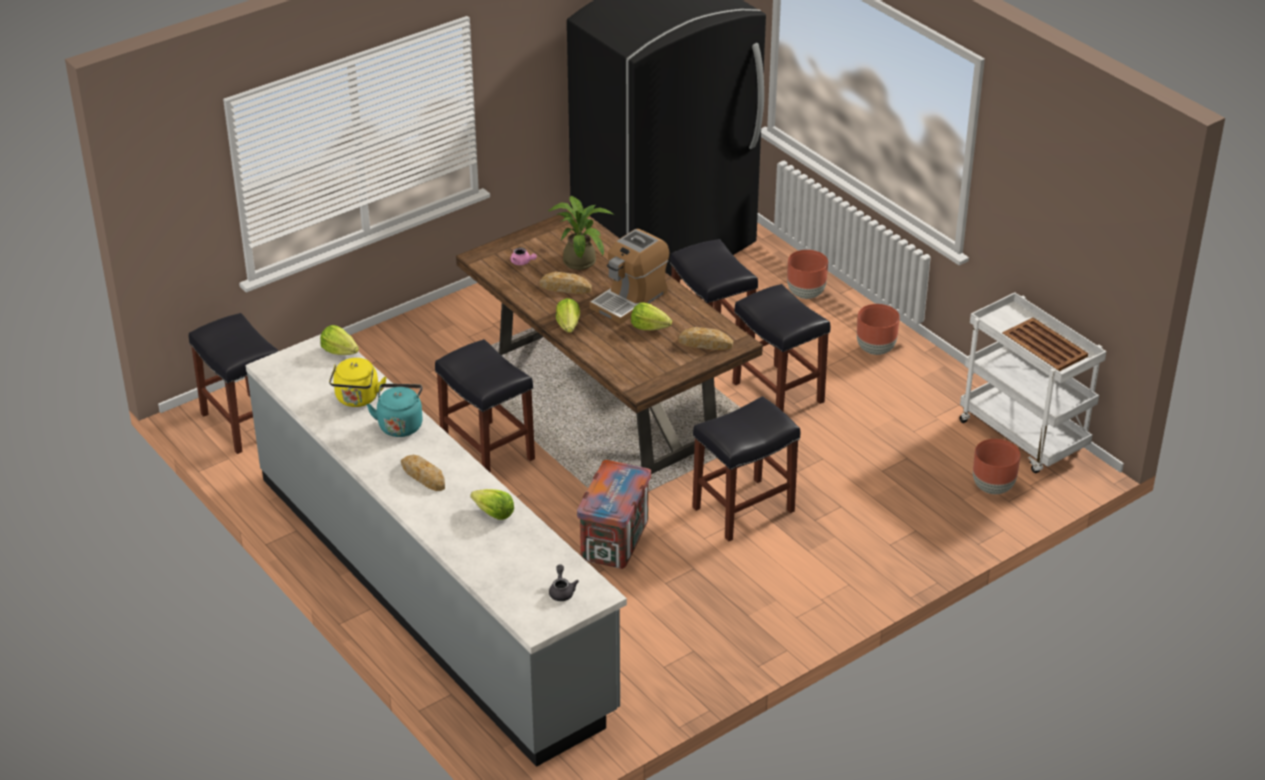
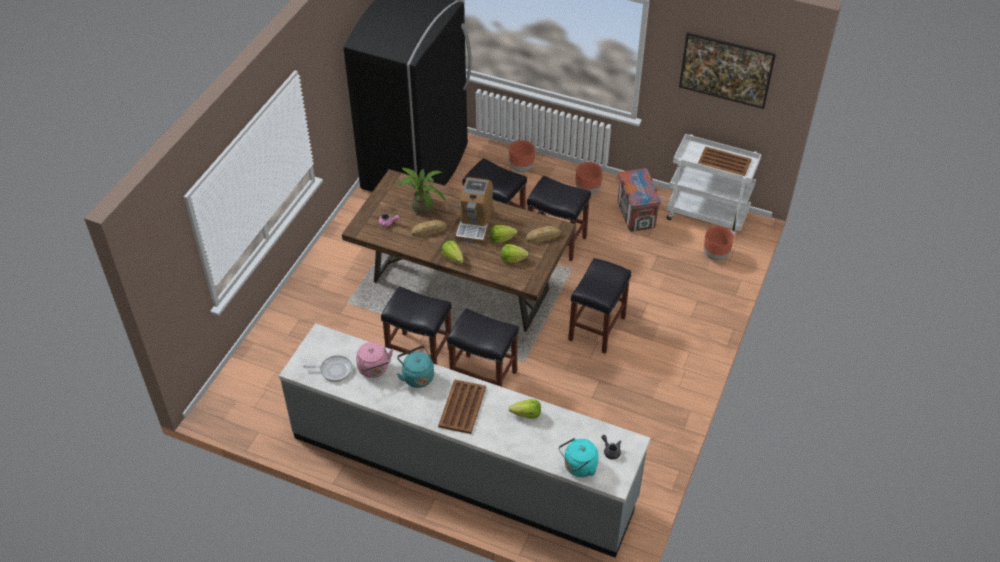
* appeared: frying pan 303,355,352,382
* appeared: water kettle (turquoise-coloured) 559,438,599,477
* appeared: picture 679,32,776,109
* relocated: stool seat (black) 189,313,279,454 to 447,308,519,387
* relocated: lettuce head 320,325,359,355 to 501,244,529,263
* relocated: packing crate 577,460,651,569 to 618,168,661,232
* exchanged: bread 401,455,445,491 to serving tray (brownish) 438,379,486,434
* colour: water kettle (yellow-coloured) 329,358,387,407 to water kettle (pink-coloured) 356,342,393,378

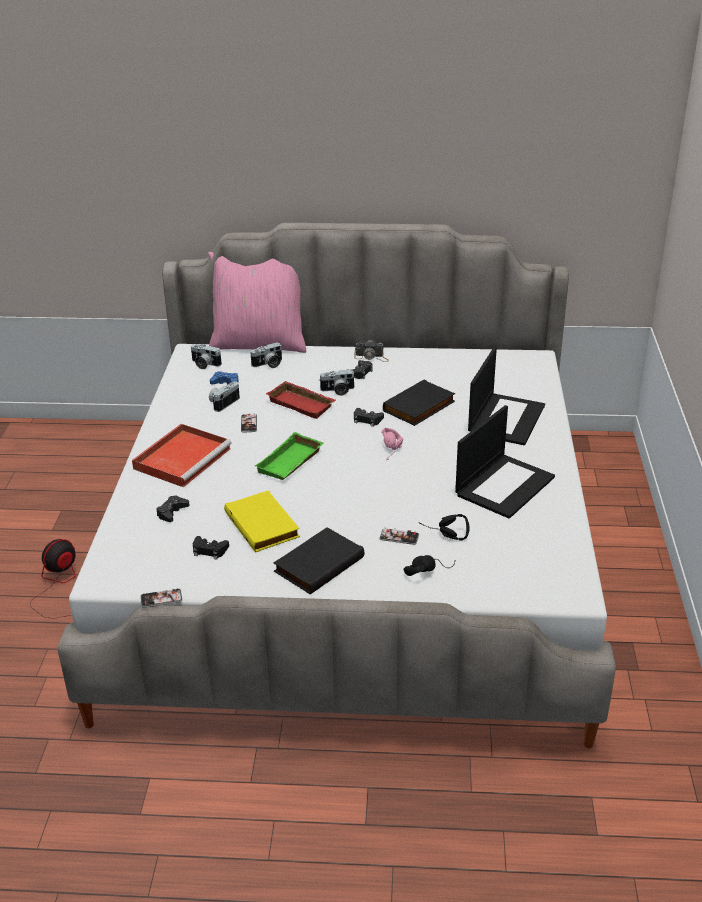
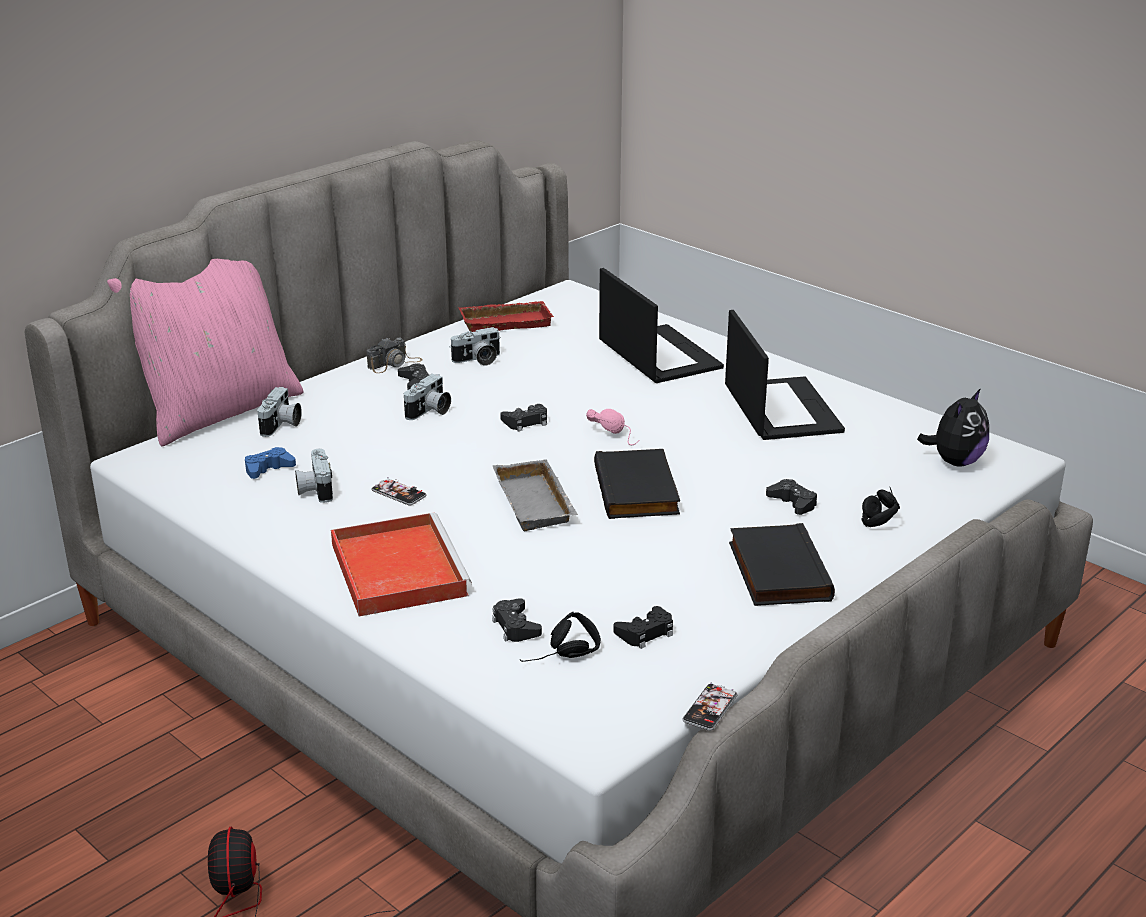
* missing: book (yellow-coloured) 224,490,300,553
* appeared: cuddly toy 917,388,989,467
* relocated: still camera 191,344,222,369 to 450,327,501,365
* relocated: serving tray (red) 266,381,336,419 to 458,301,553,332
* relocated: book (black) 383,380,455,426 to 594,449,680,519
* relocated: pair of headphones (black) 419,514,470,541 to 520,612,601,662
* exchanged: handset 379,527,419,545 to gamepad (black) 766,479,817,515
* colour: serving tray (green) 255,432,323,480 to serving tray (greyish) 493,459,578,531

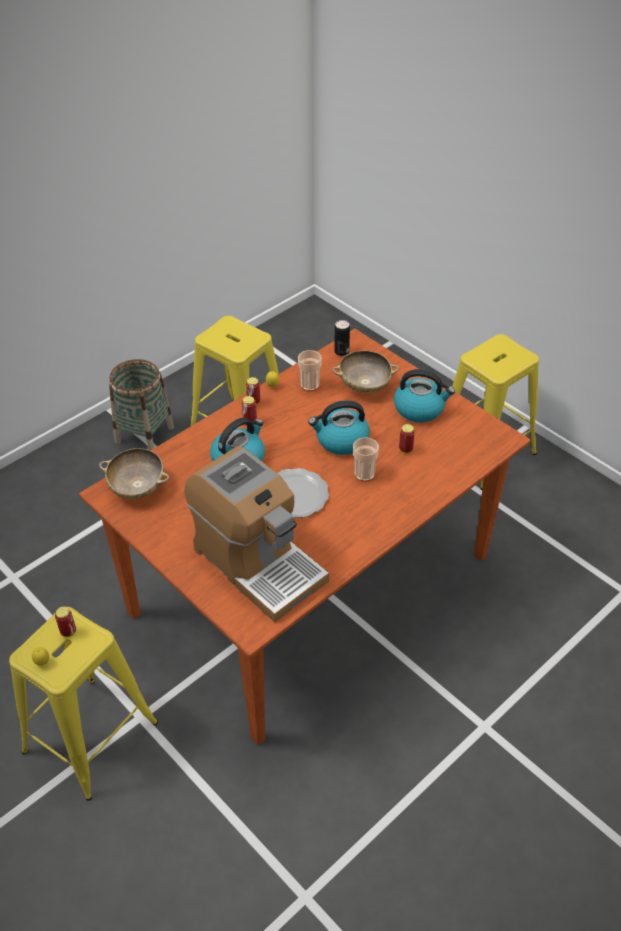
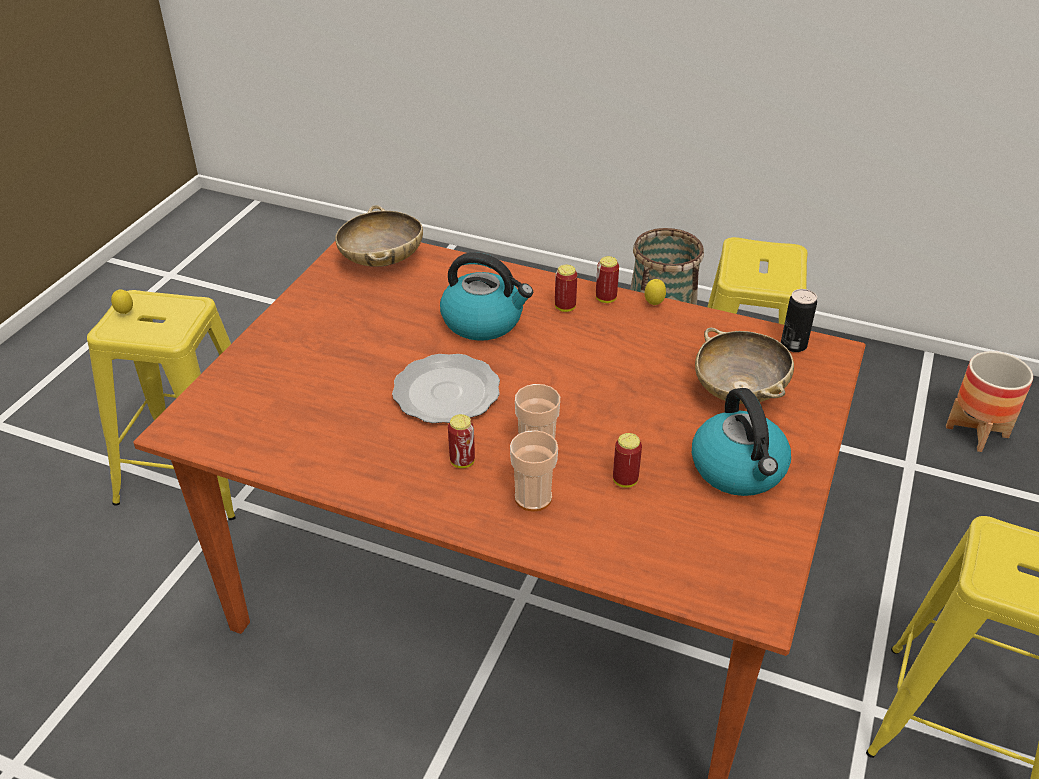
* missing: coffee maker 184,446,329,622
* missing: water kettle 308,400,370,455
* appeared: plant pot 946,351,1033,452
* relocated: metal can 55,607,76,637 to 448,414,475,468
* relocated: drinking cup 298,350,322,391 to 510,430,558,512

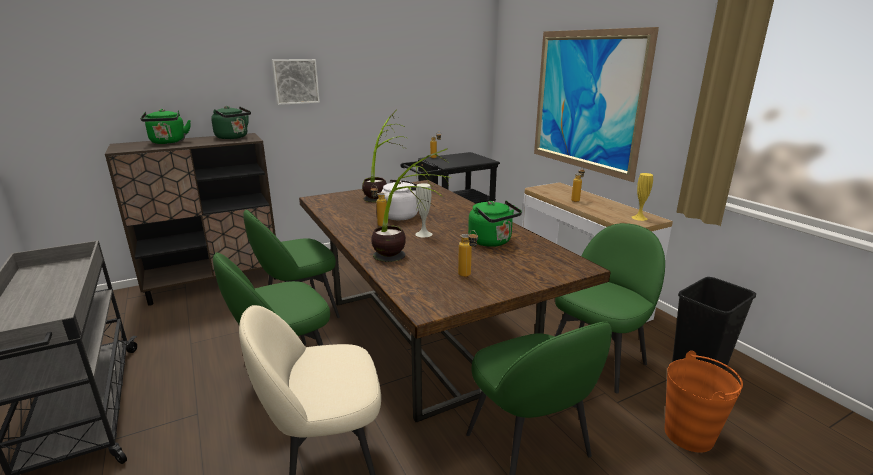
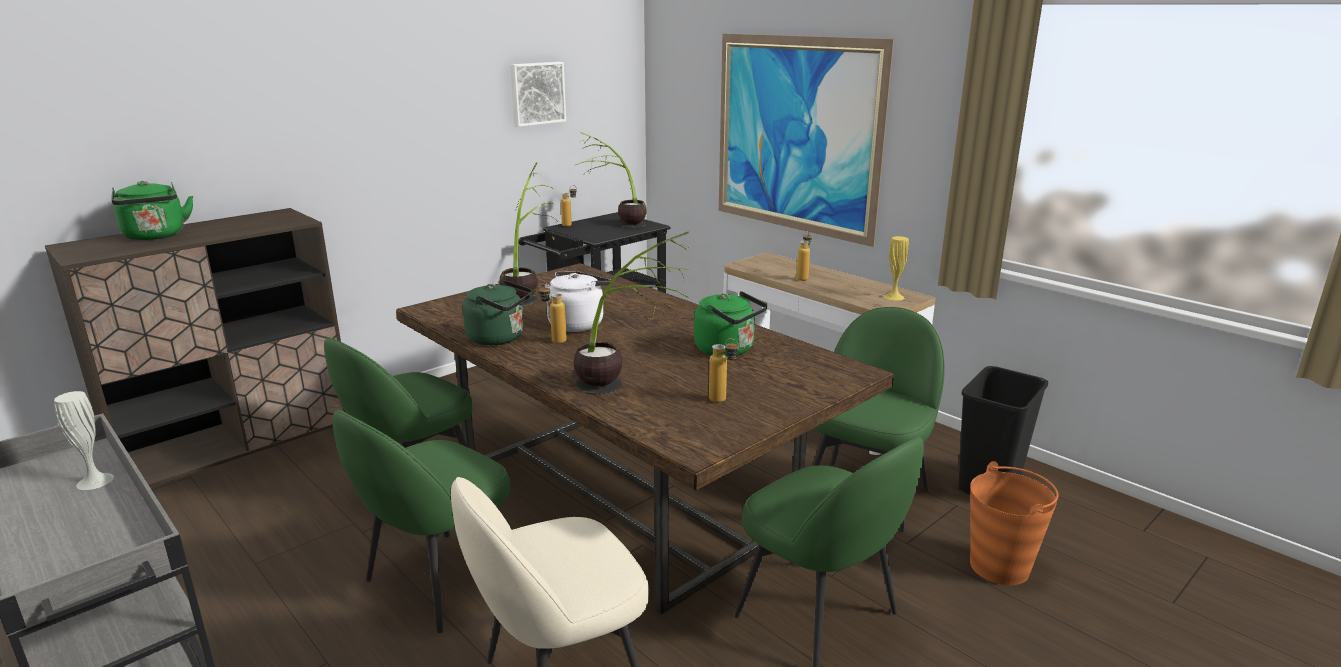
* appeared: plant in a pot 576,132,647,228
* relocated: water kettle (green) 211,106,251,139 to 463,280,533,345
* relocated: picture 272,59,320,105 to 510,62,566,127
* relocated: decorative vase (white) 415,183,432,237 to 54,391,114,490

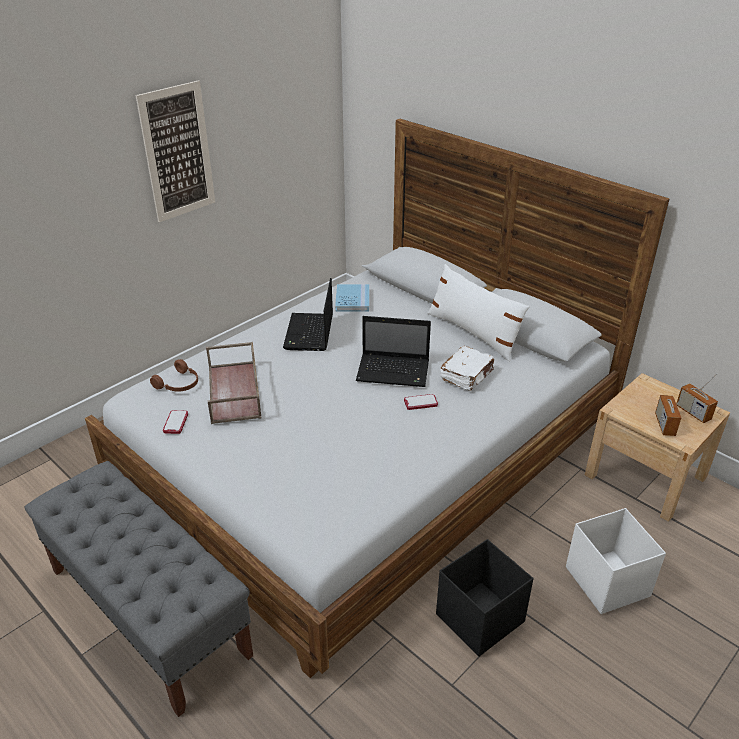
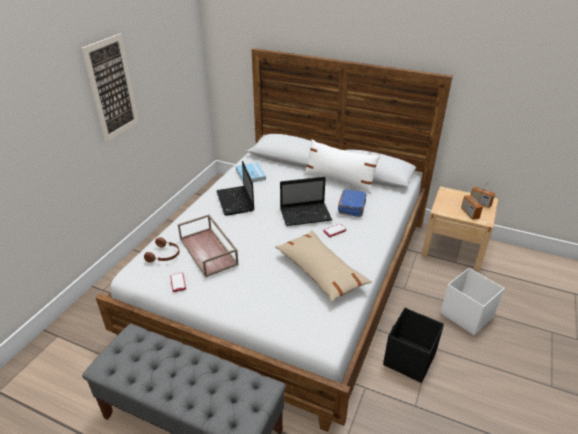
* appeared: throw pillow (beige) 275,231,372,302
* colour: book (white) 440,346,494,391 to book (bluish) 338,189,366,217

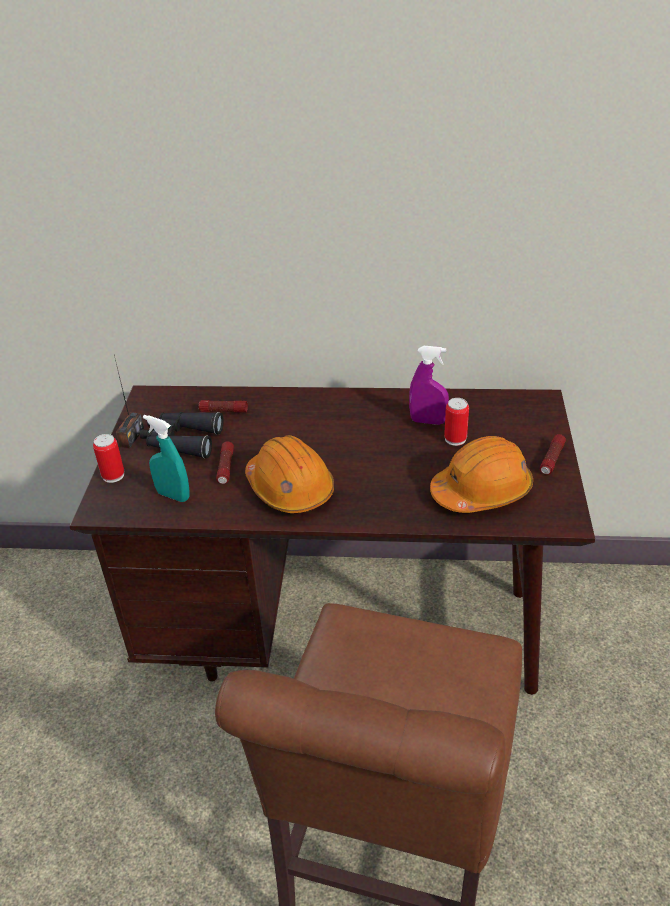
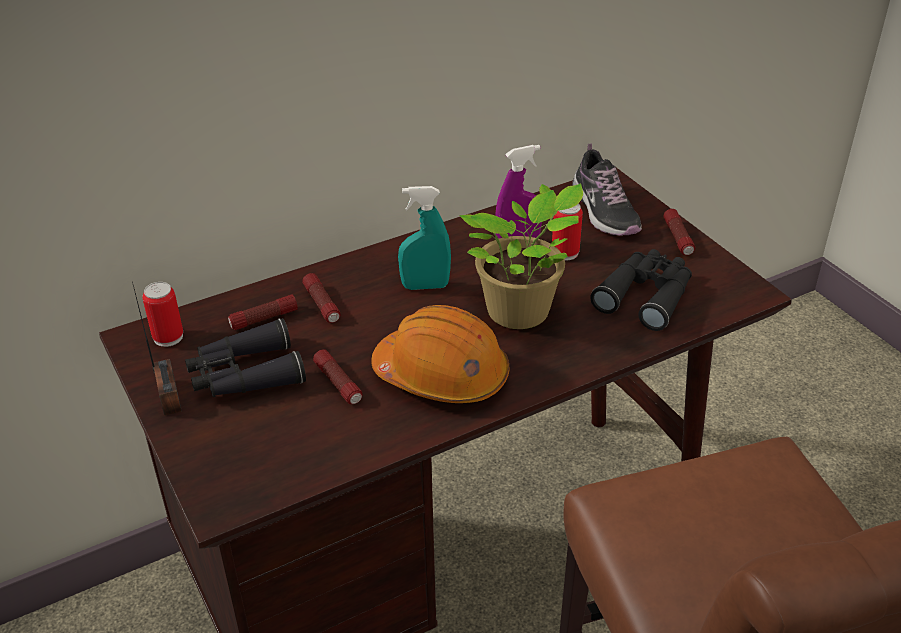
* appeared: flashlight 302,273,341,323
* appeared: plant in a pot 459,183,583,329
* appeared: item of footwear 572,143,642,236
* relocated: metal can 93,434,124,483 to 142,282,183,347
* relocated: hand sprayer (turquoise-coloured) 143,415,190,502 to 398,186,451,290
* exchanged: work helmet (orange-coloured) 430,436,533,513 to pair of binoculars (black) 590,249,692,331

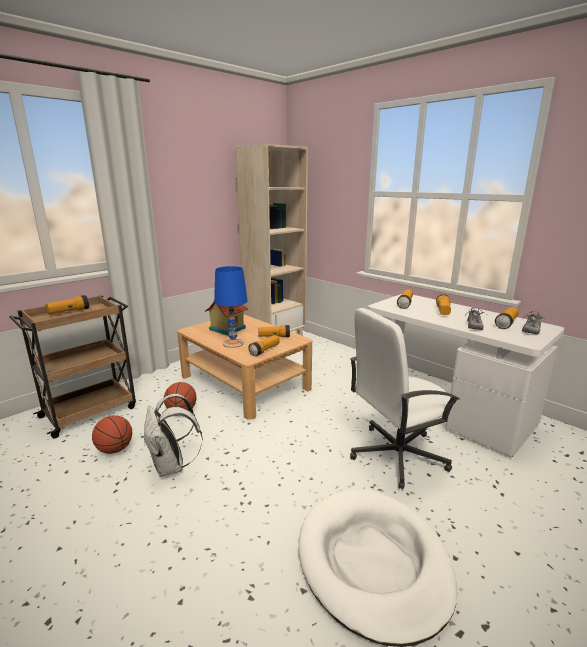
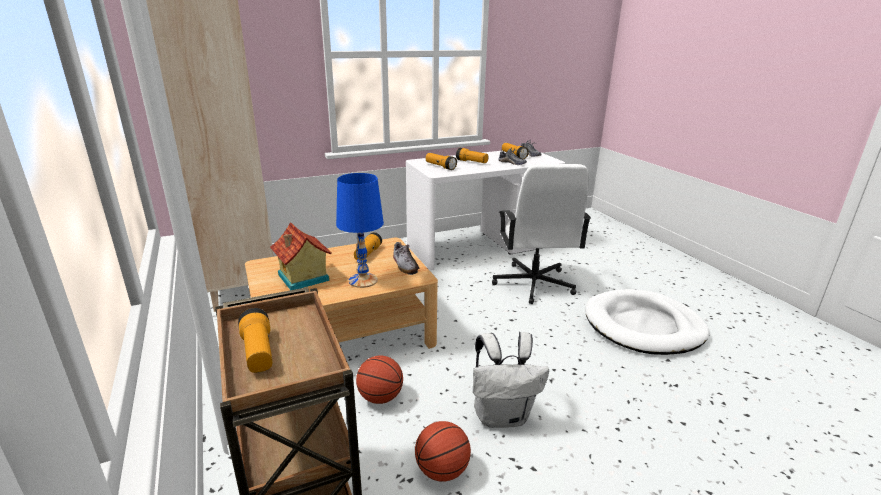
* exchanged: flashlight 249,335,280,356 to item of footwear 393,242,419,275

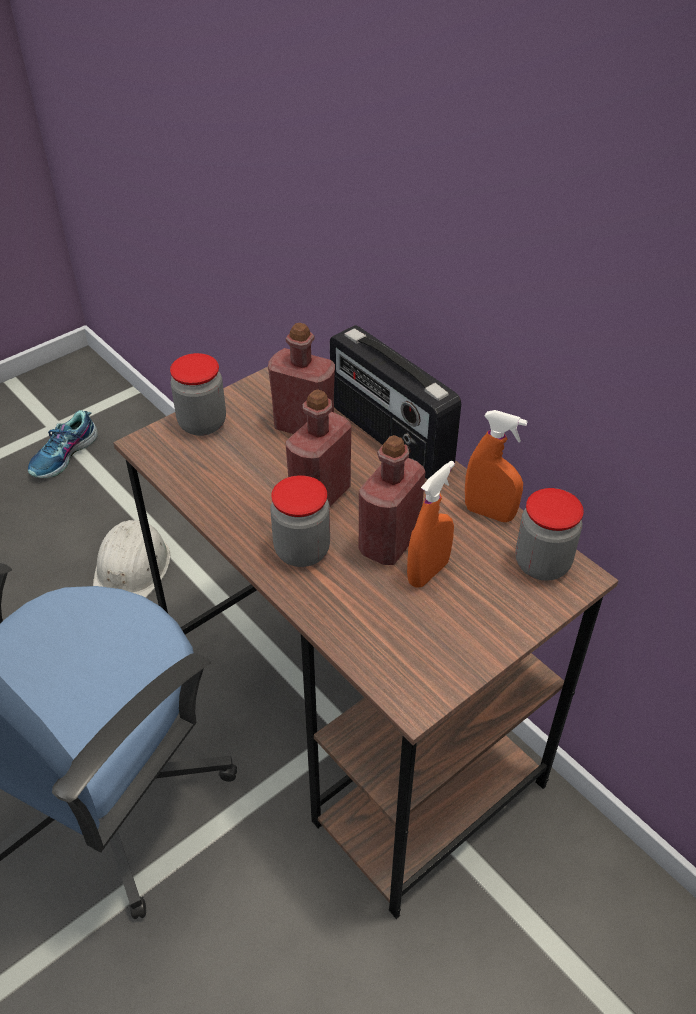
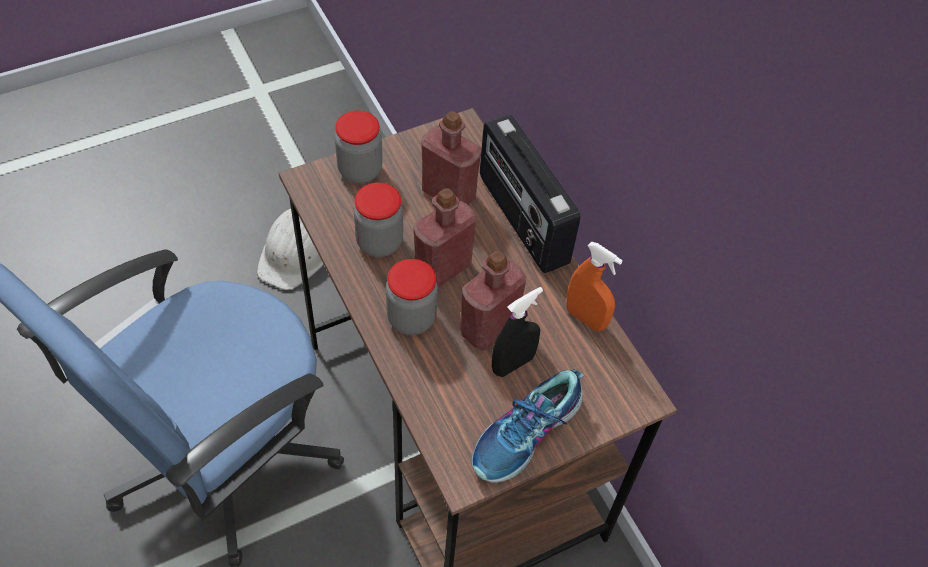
* relocated: item of footwear 28,410,98,478 to 472,370,584,483
* relocated: jar 515,488,584,581 to 354,182,403,257
* colour: hand sprayer (orange-coloured) 407,461,455,588 to hand sprayer (black) 492,287,543,377

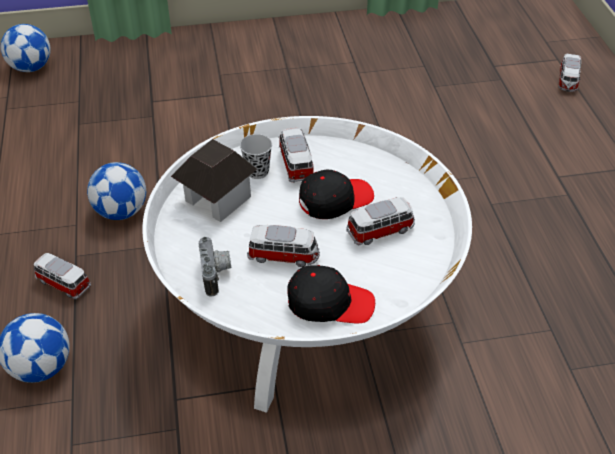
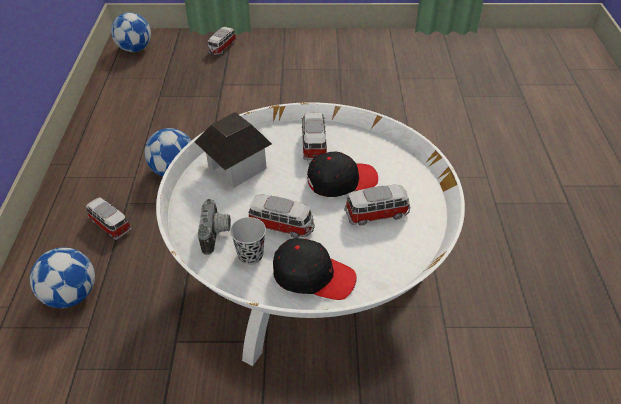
* relocated: drinking cup (black) 240,134,272,179 to 230,217,266,265
* relocated: toy car 558,54,581,92 to 207,27,237,55

